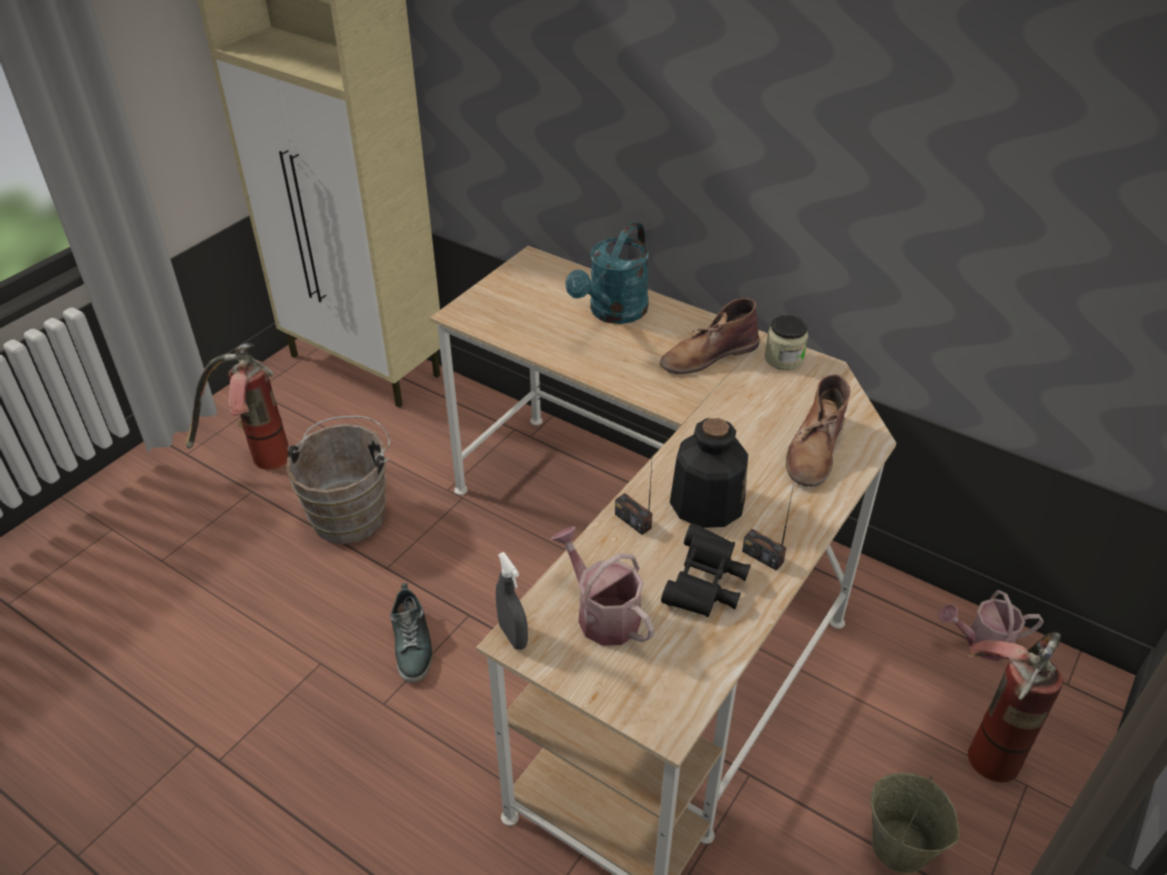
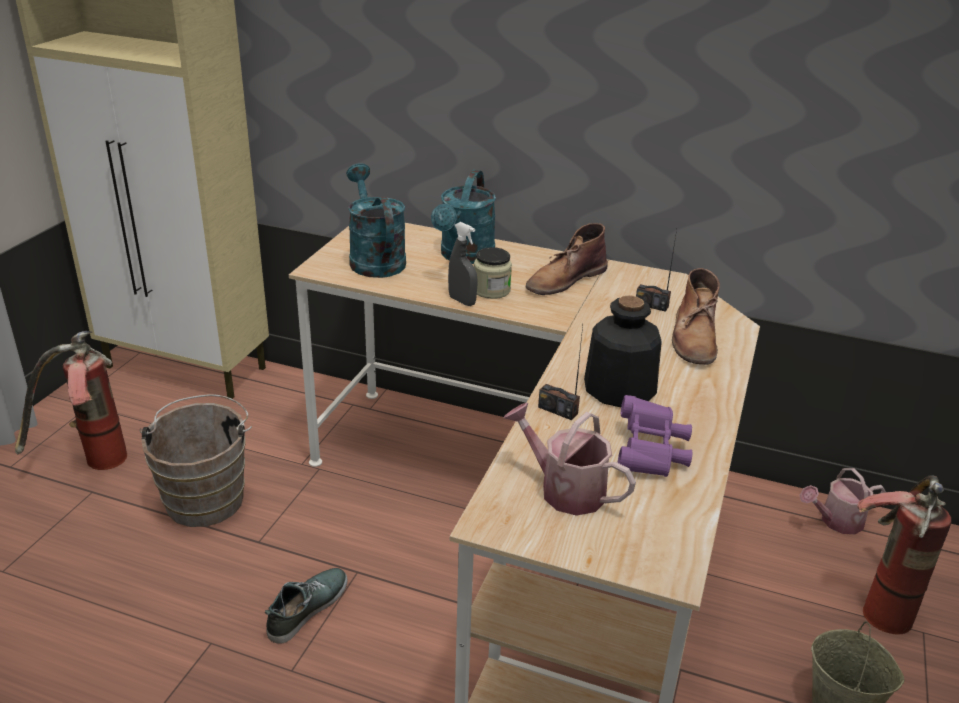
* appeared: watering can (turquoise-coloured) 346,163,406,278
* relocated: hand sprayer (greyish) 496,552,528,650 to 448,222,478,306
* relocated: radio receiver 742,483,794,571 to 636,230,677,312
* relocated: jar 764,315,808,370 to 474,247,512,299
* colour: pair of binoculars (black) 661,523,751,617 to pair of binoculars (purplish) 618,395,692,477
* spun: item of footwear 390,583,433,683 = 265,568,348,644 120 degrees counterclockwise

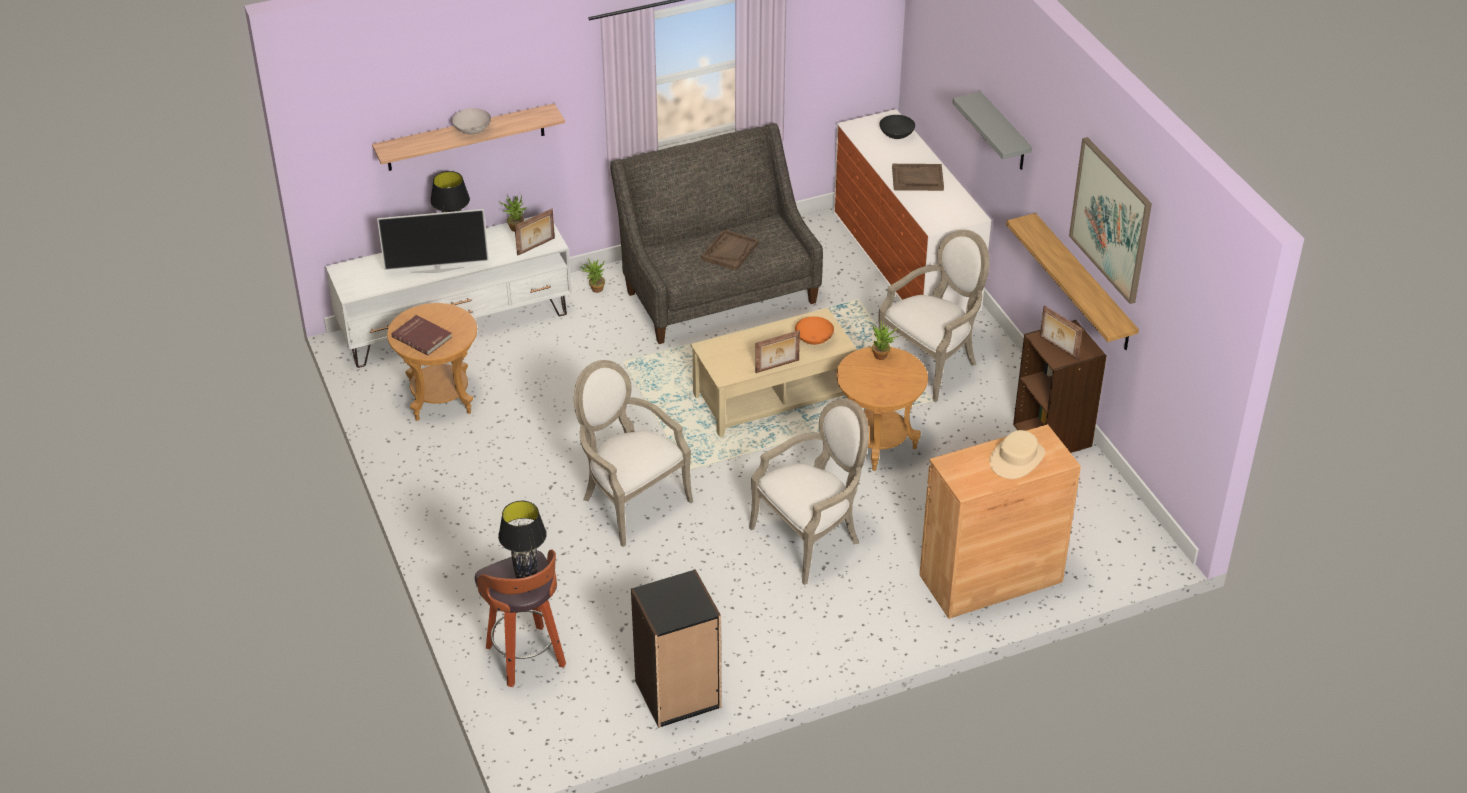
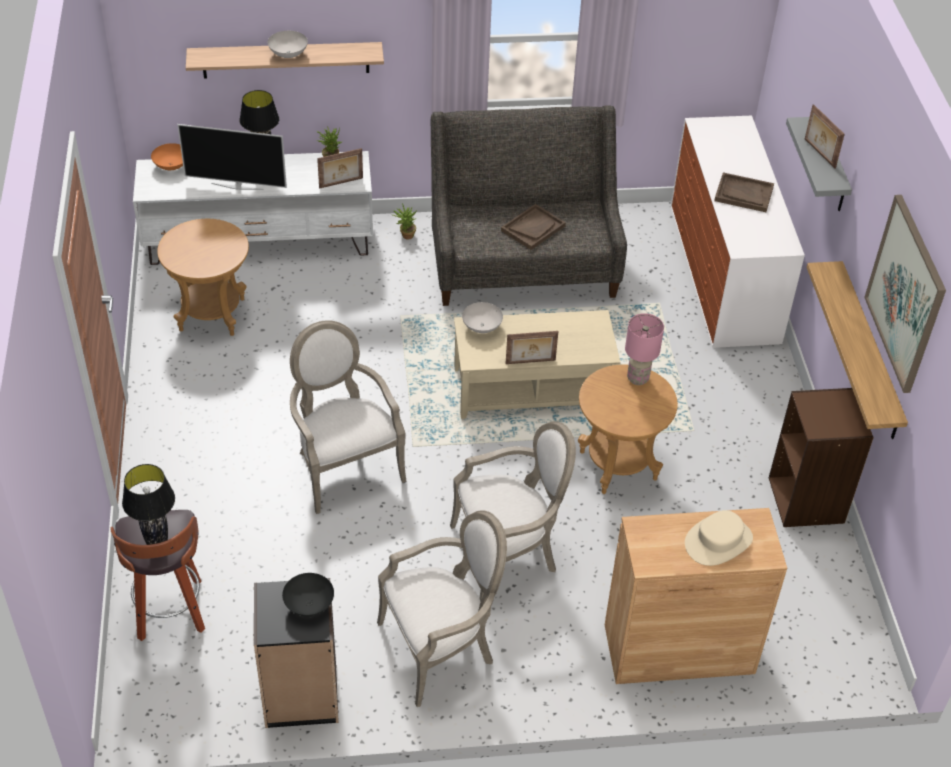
* missing: book (red) 392,315,452,356
* appeared: bowl (white) 462,302,503,333
* relocated: bowl (orange-coloured) 795,316,834,345 to 151,143,183,170
* relocated: lounge chair 878,230,989,402 to 377,510,507,707
* relocated: bowl (black) 879,115,915,139 to 282,573,334,617
* relocated: picture frame 1040,306,1083,360 to 805,104,845,169
* exchanged: plant in a pot 872,321,898,360 to lamp for a table (pink-coloured) 625,313,664,385

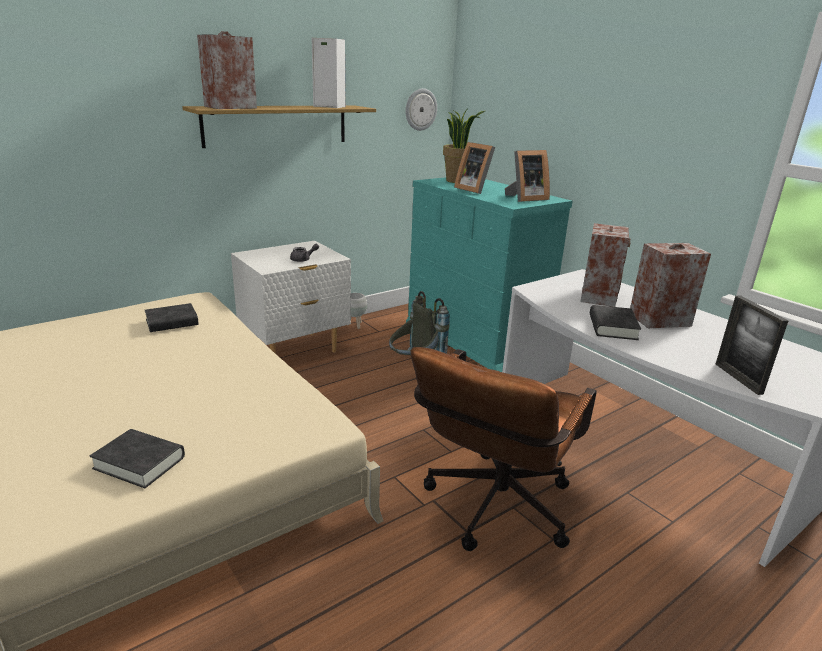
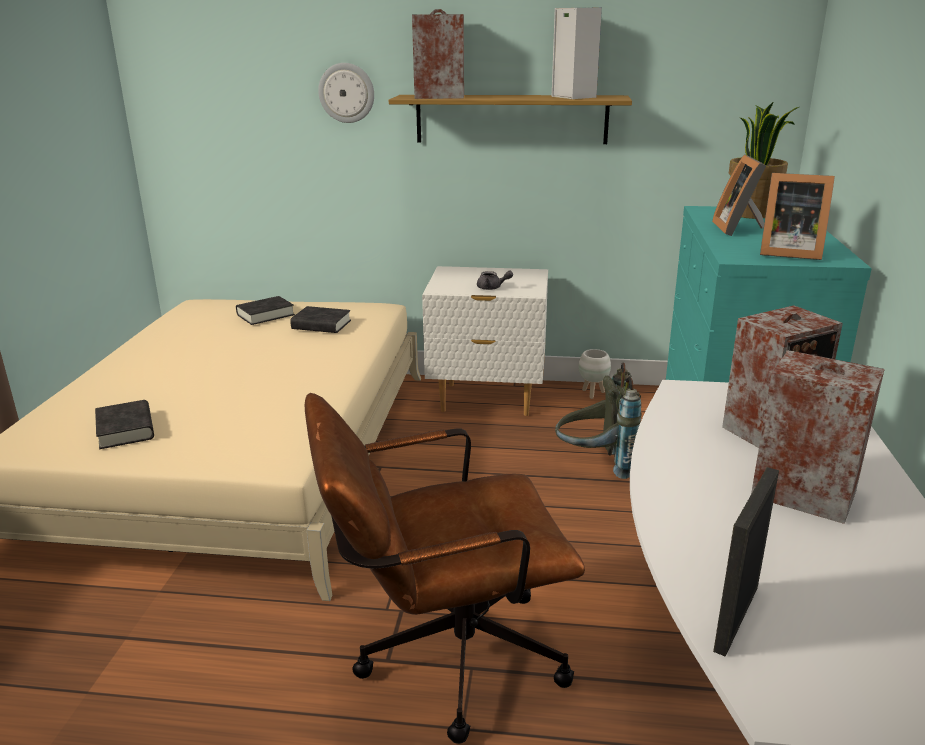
* relocated: clock on the wall 405,88,437,131 to 318,63,374,123
* relocated: book (black) 590,305,641,340 to 236,296,295,325

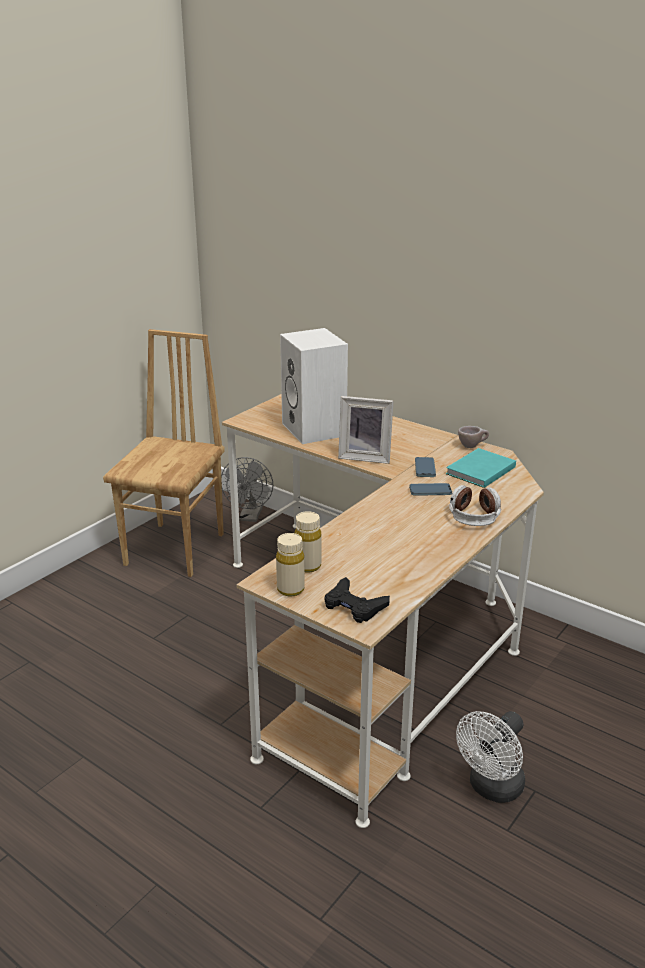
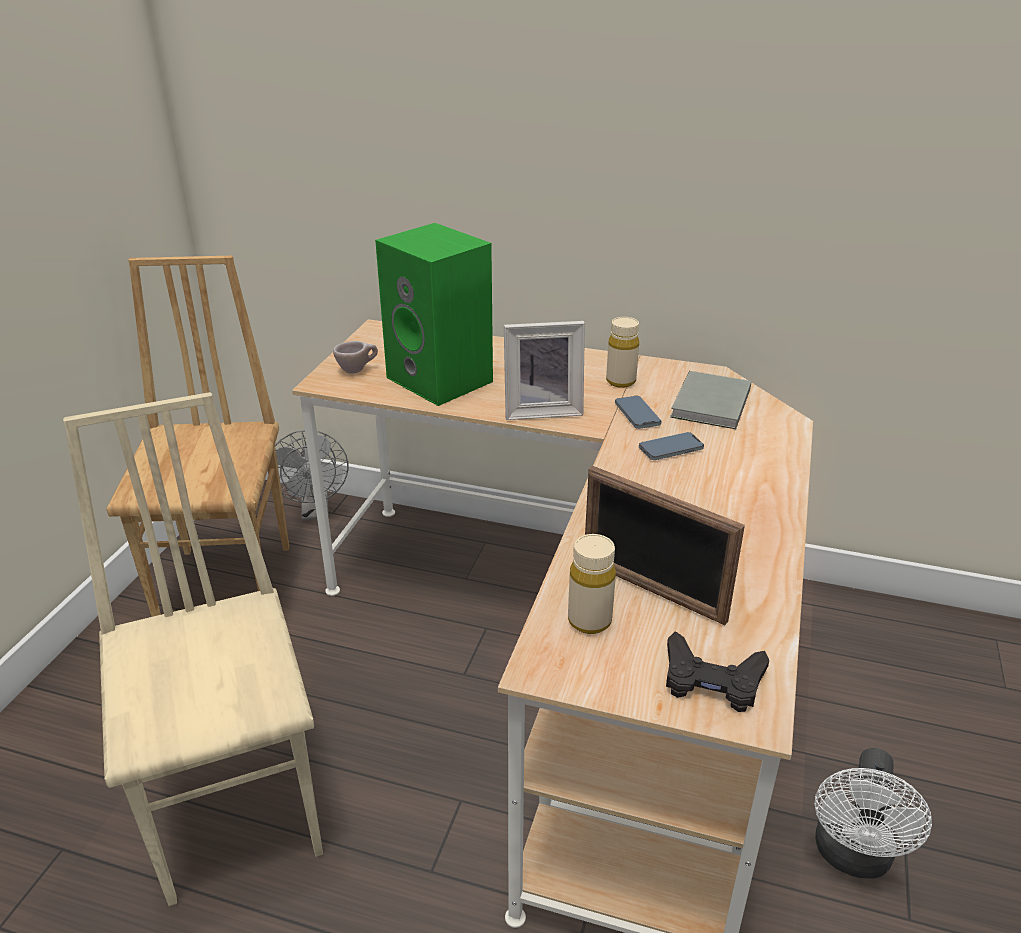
* missing: pair of headphones 449,485,501,526
* appeared: upright chair (beige) 63,392,323,906
* appeared: picture frame 585,466,745,625
* relocated: bottle (beige) 276,533,305,597 to 606,317,639,388
* relocated: drinking cup (beige) 458,426,489,448 to 333,341,378,374
* colour: loudspeaker (white) 280,328,348,444 to loudspeaker (green) 375,223,493,406
* colour: book (turquoise-coloured) 446,448,516,488 to book (greyish) 670,371,751,429

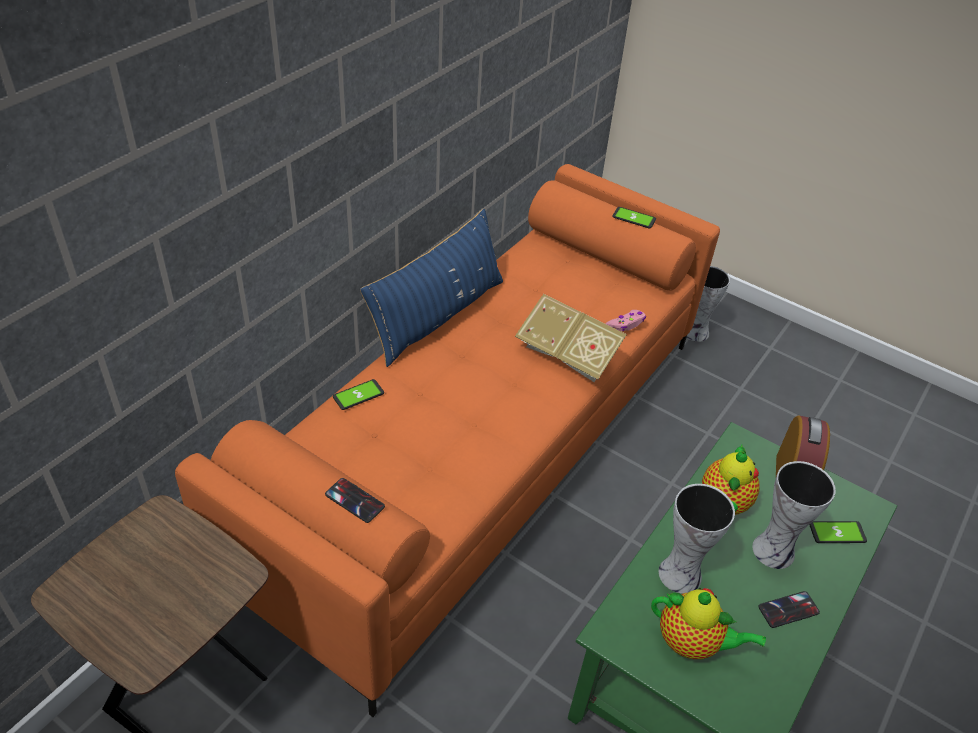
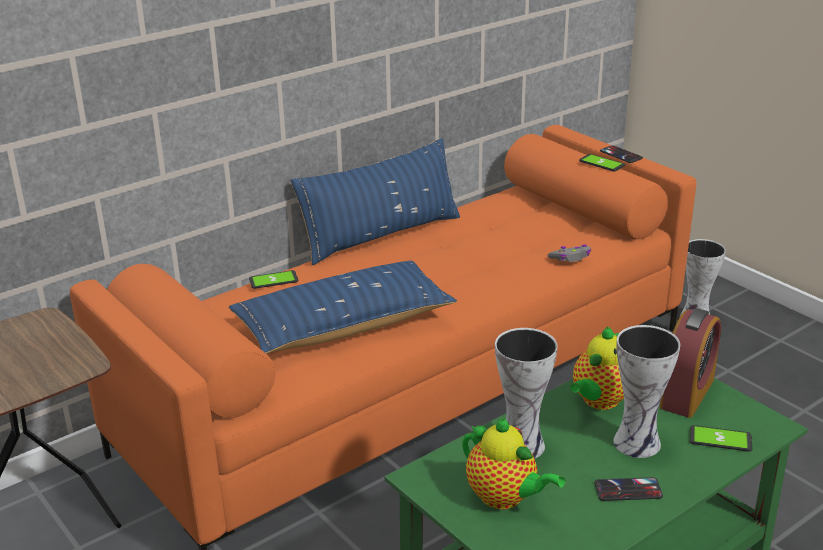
* missing: book 515,294,627,382
* appeared: throw pillow (bluish) 229,261,457,354
* relocated: handset 325,478,385,523 to 600,145,643,163
* colour: gamepad (pink-coloured) 606,310,646,331 to gamepad (greyish) 548,245,591,262

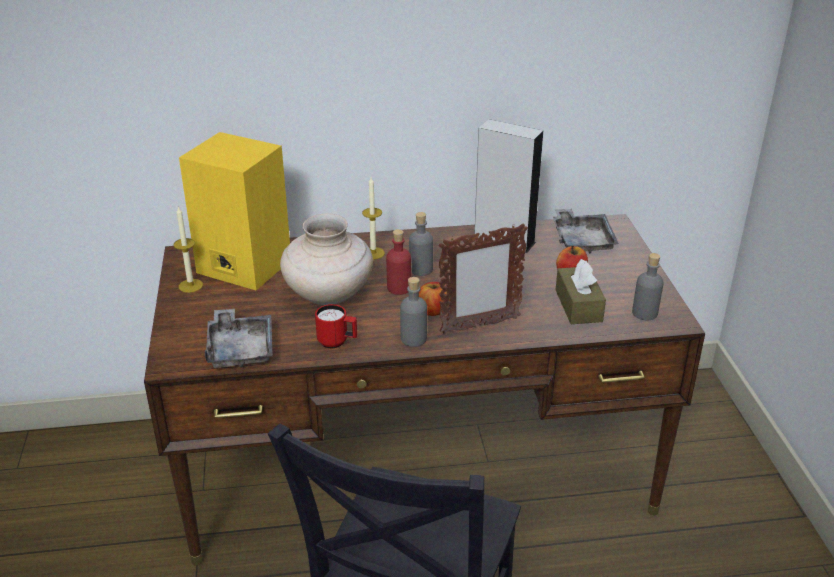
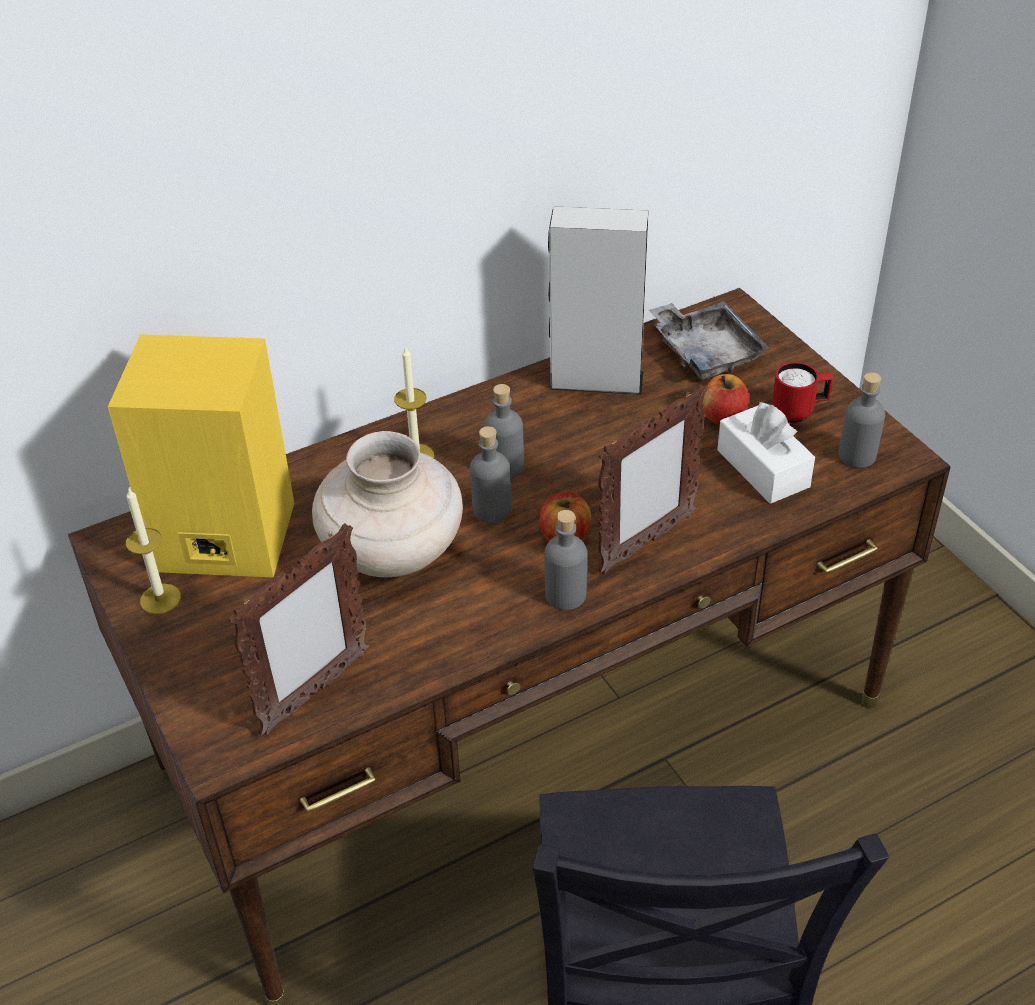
* relocated: tea mug (red) 315,304,357,348 to 772,362,833,423
* exchanged: serving tray (greyish) 205,309,273,368 to picture frame 228,523,369,735
* colour: bottle (red) 386,229,411,295 to bottle (greyish) 470,426,511,523
* colour: tissue holder (brownish) 556,259,606,324 to tissue holder (white) 717,402,815,504

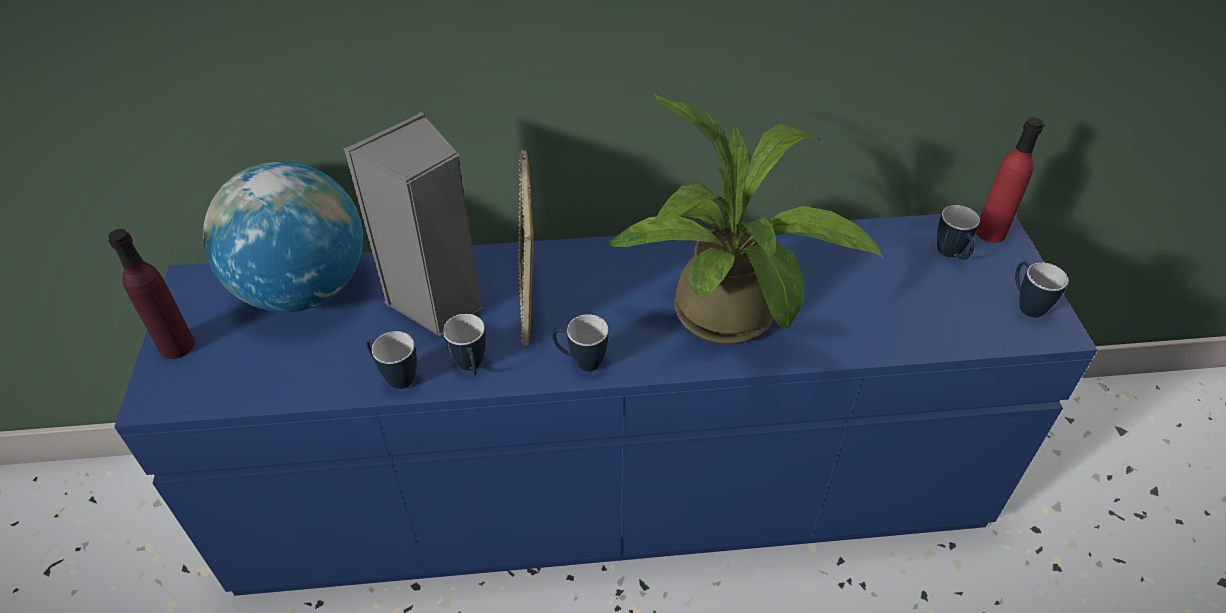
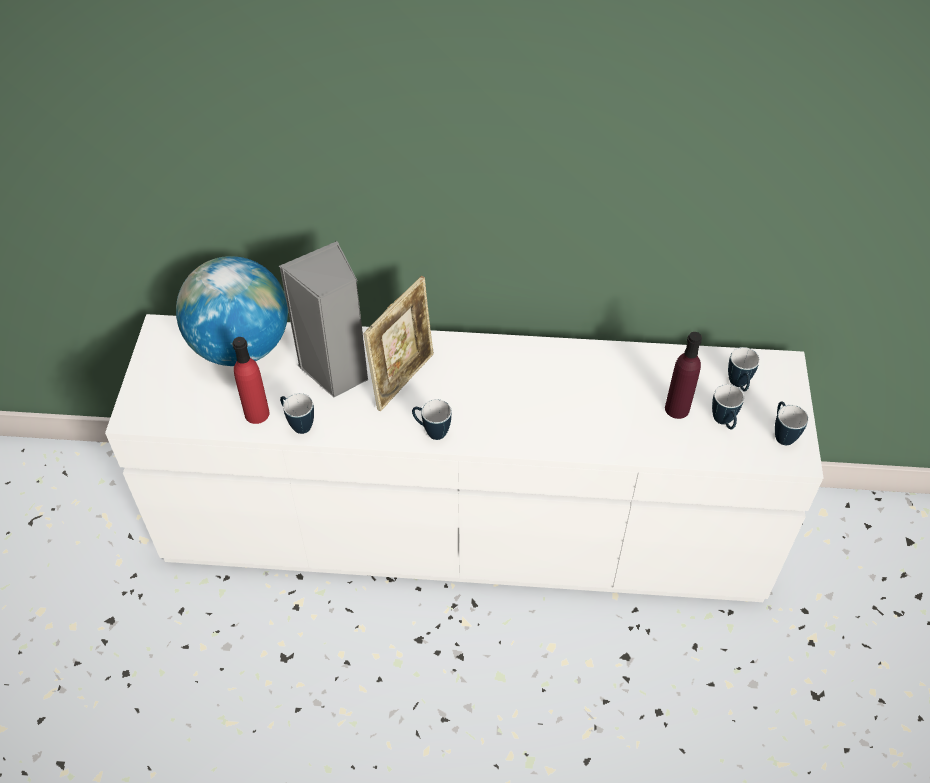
* missing: plant in a pot 607,93,883,345
* relocated: bottle (purplish) 108,229,195,359 to 665,332,702,419
* relocated: tea mug 443,314,486,375 to 712,384,744,430
* relocated: bottle (red) 976,117,1043,243 to 232,337,270,424
* colour: dresser (bluish) 114,211,1097,596 to dresser (white) 105,314,824,602
* spun: picture frame 518,150,535,346 = 363,276,434,411 150 degrees counterclockwise

